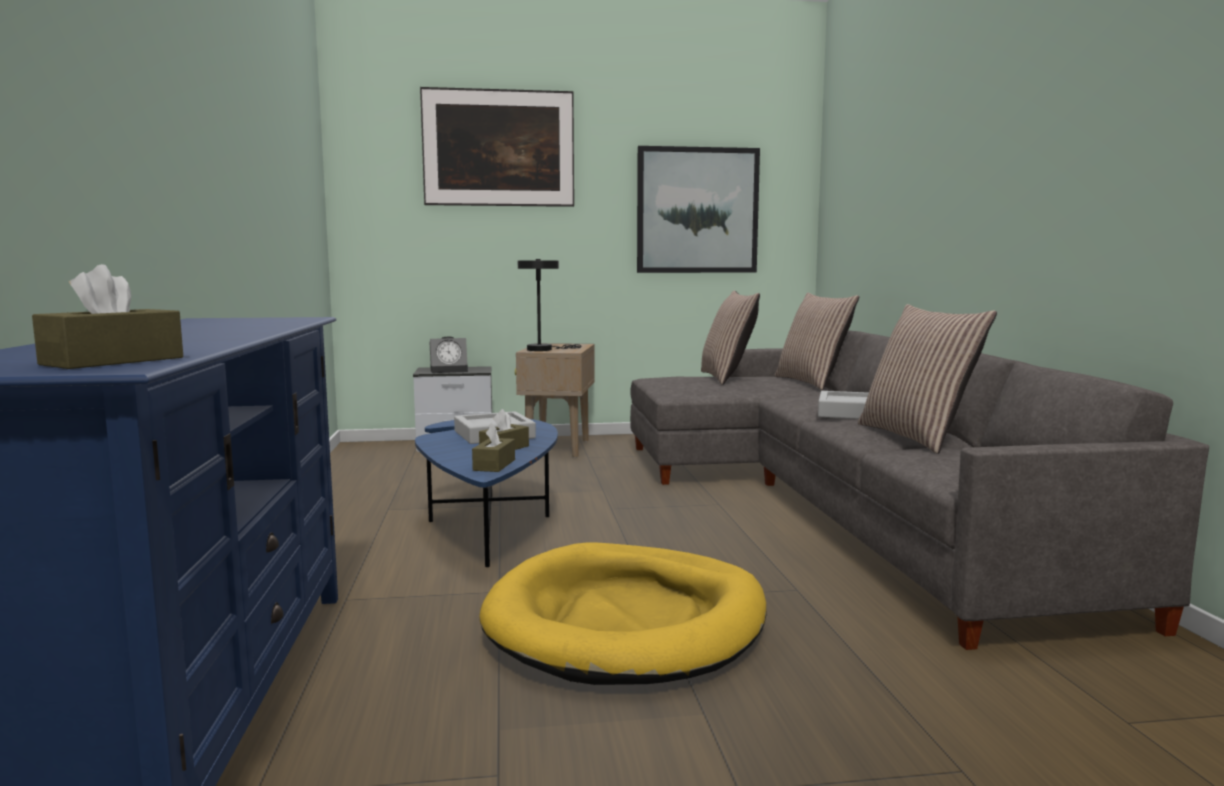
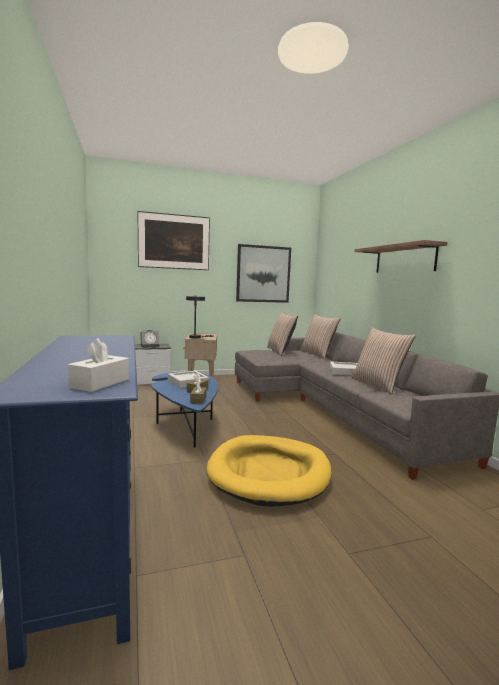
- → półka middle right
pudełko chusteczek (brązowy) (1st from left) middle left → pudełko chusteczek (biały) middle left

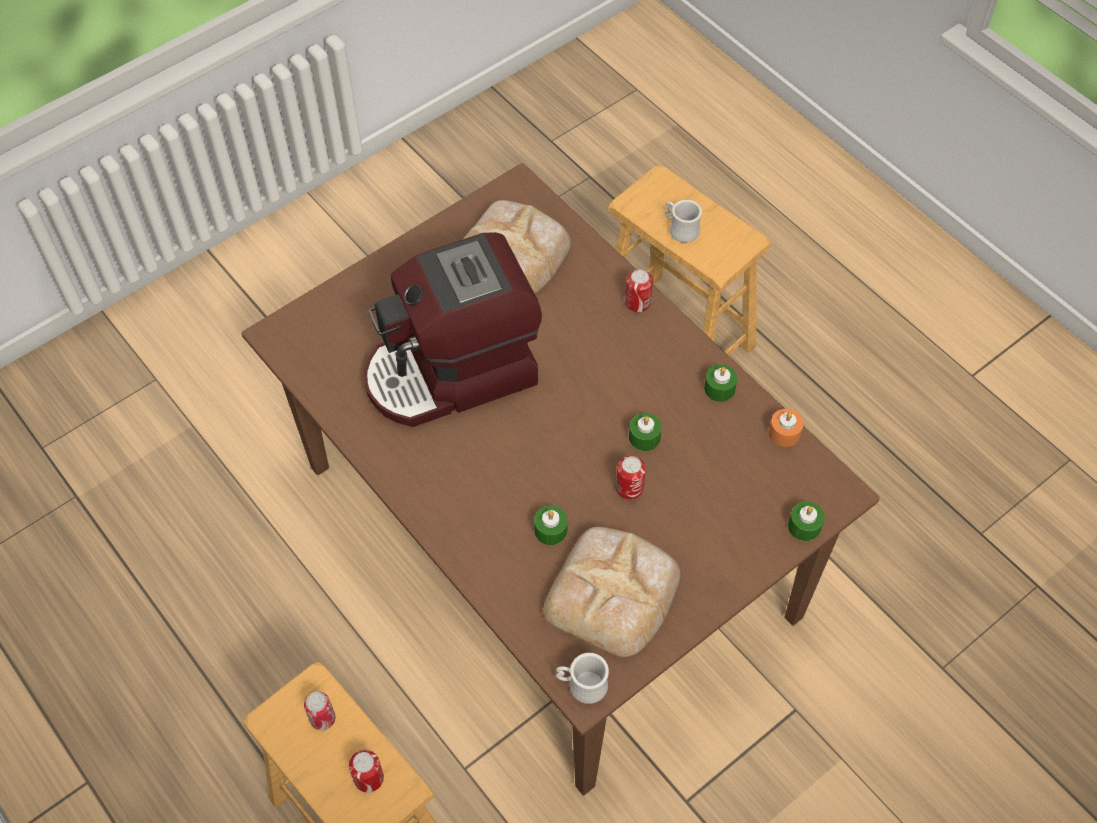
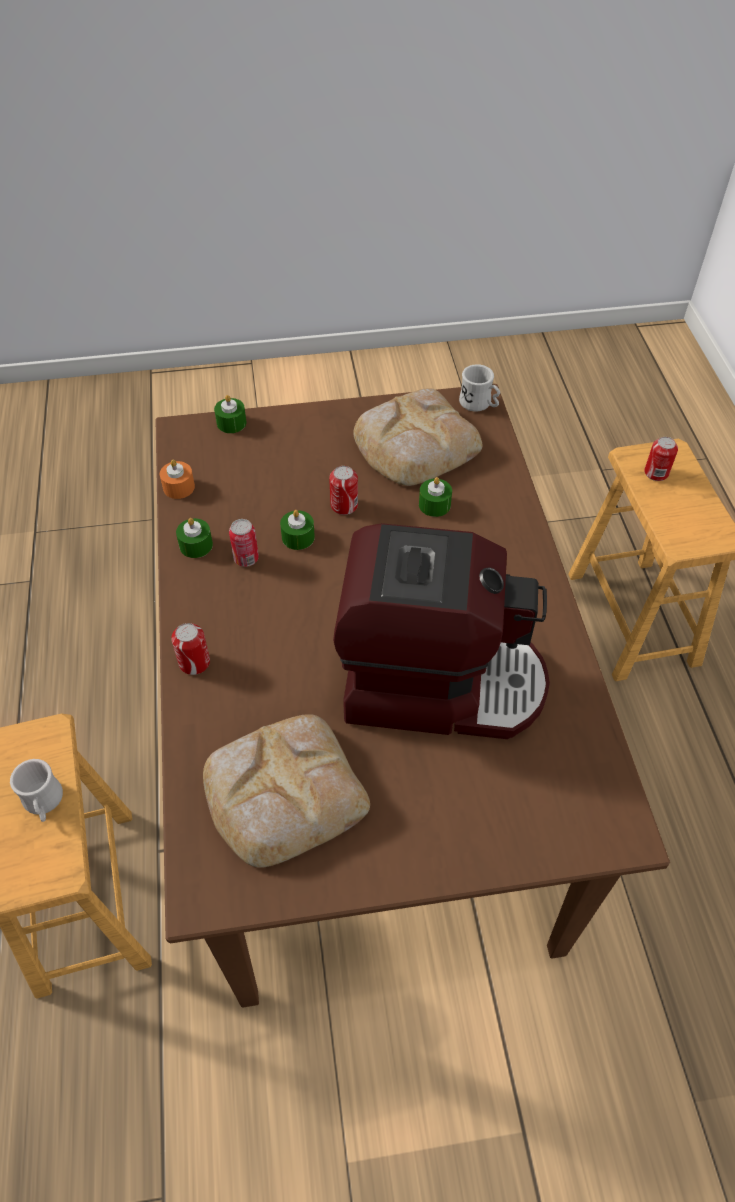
puszka (1st from left in the first image) bottom left → puszka (2nd from left) middle left, move

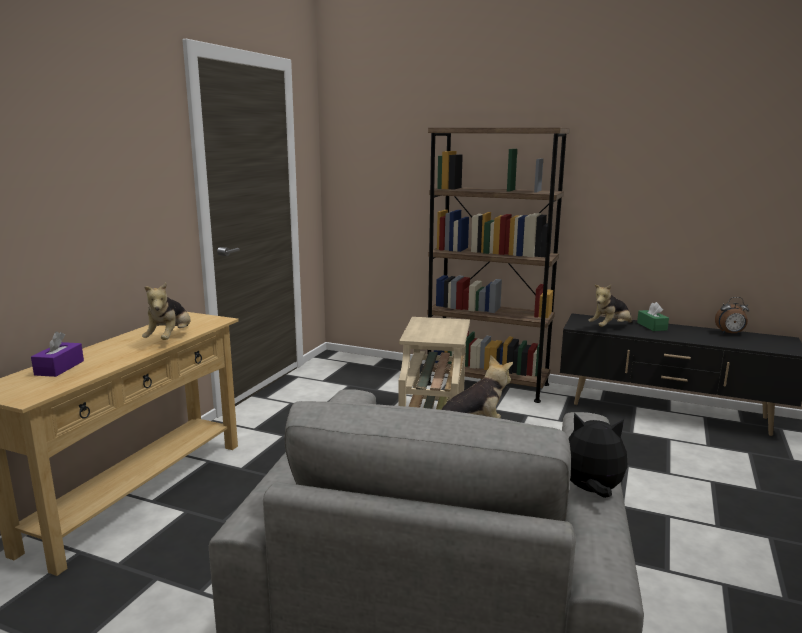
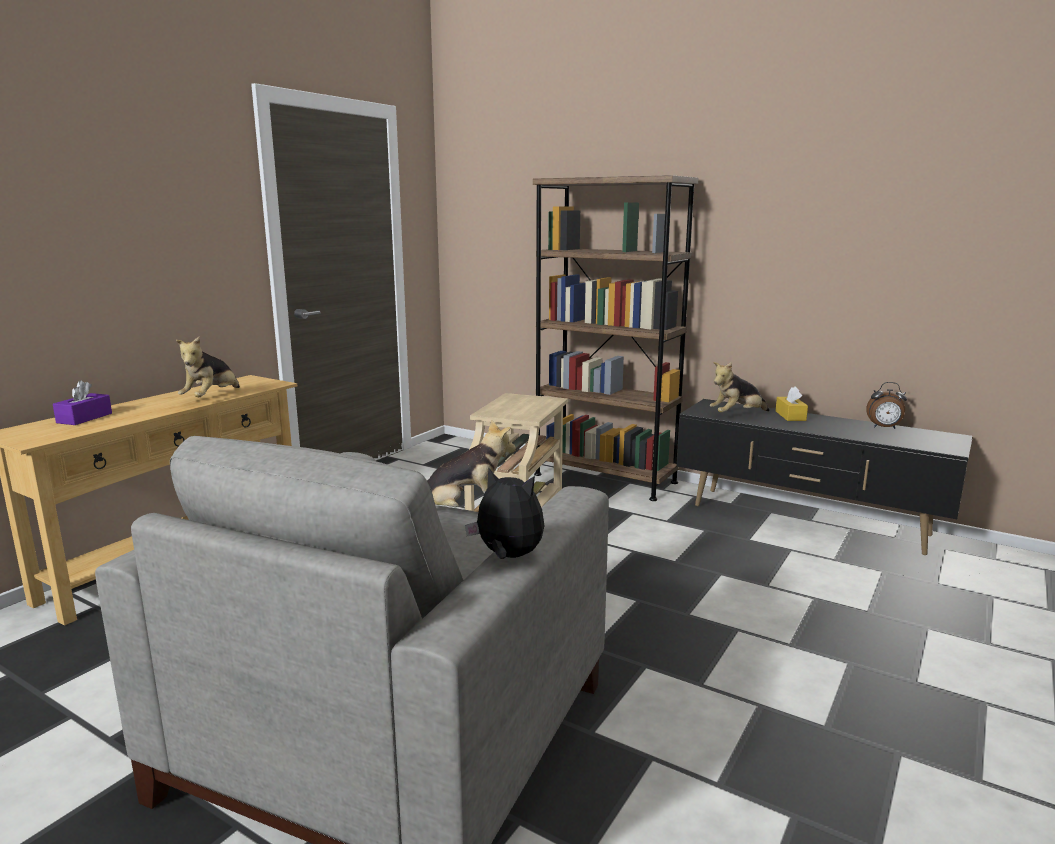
pudełko chusteczek (zielony) middle right → pudełko chusteczek (żółty) middle right

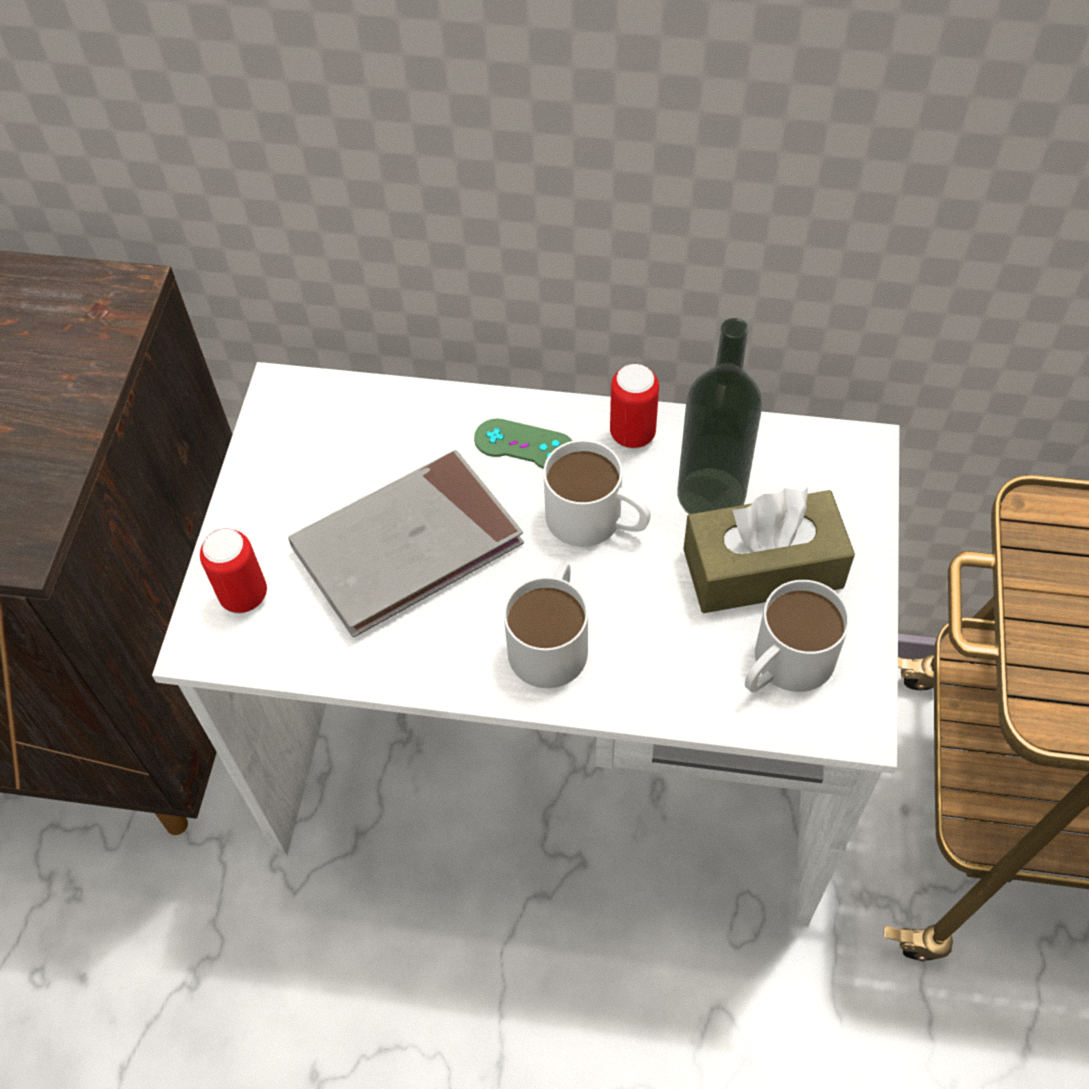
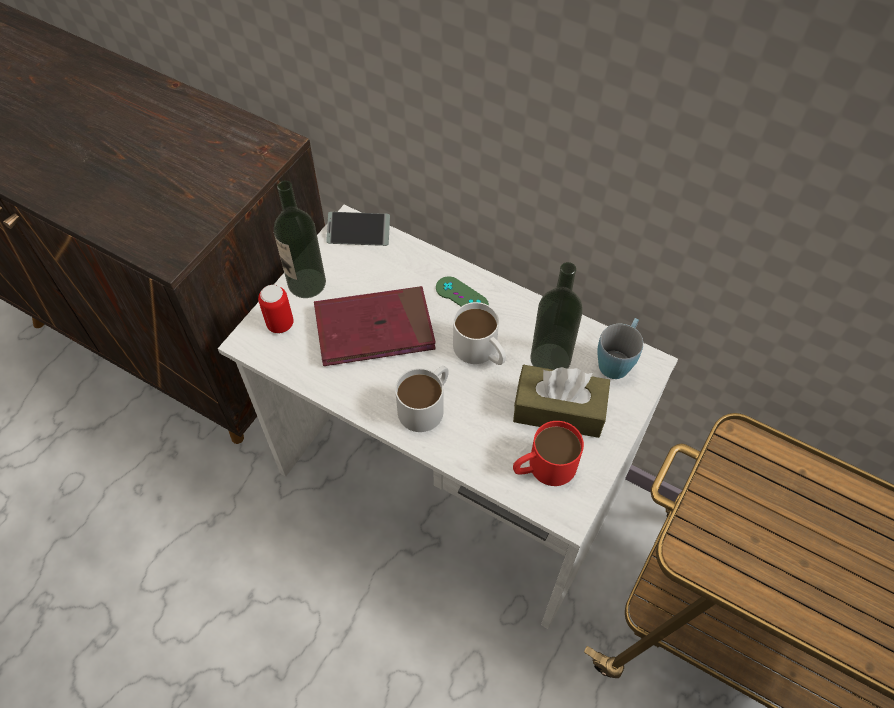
puszka (2nd from left) centre → -
- → butelka (1st from left) centre
- → telefon top centre
- → kubek (niebieski) middle right
książka (szary) centre → książka (czerwony) centre
kubek (biały) (3rd from left) middle right → kubek (czerwony) centre

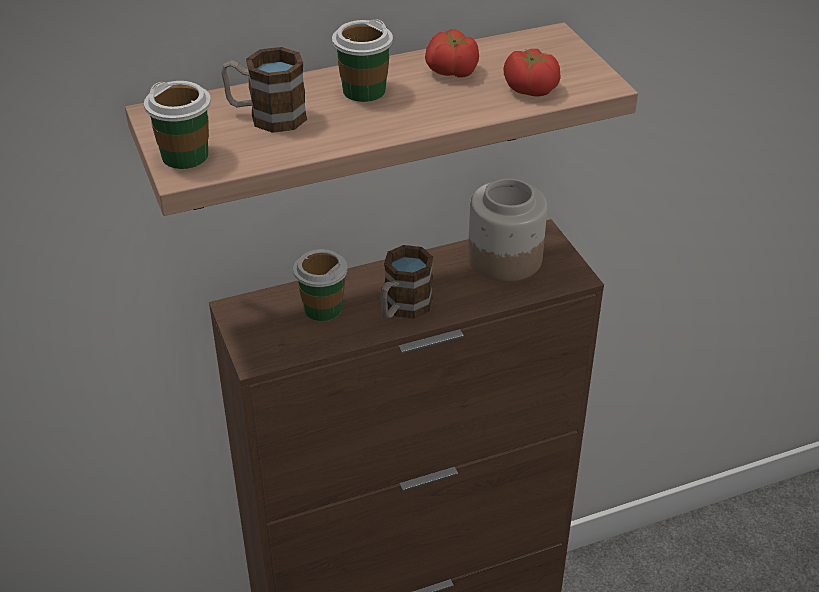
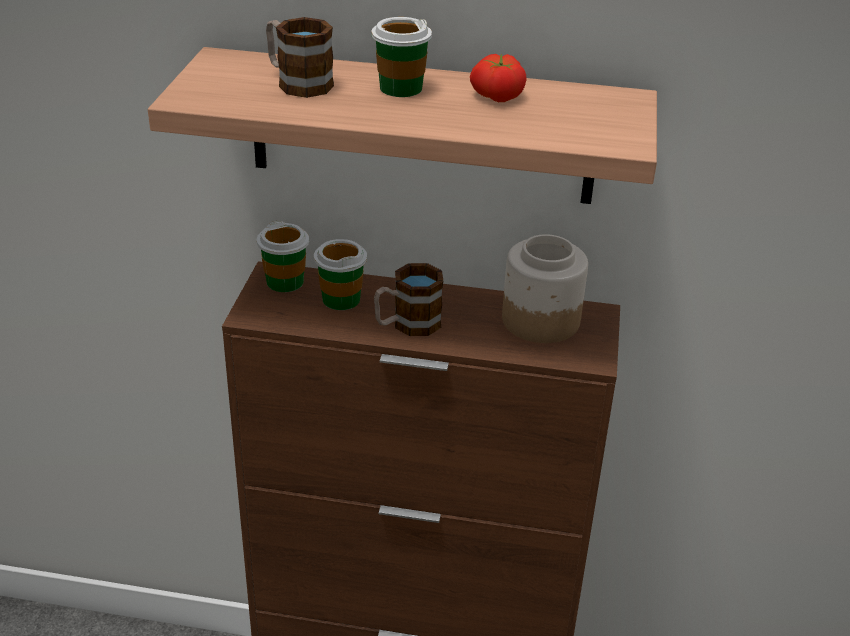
pomidor (2nd from left) top centre → -
filiżanka (1st from left) top left → filiżanka (1st from left) middle left, move

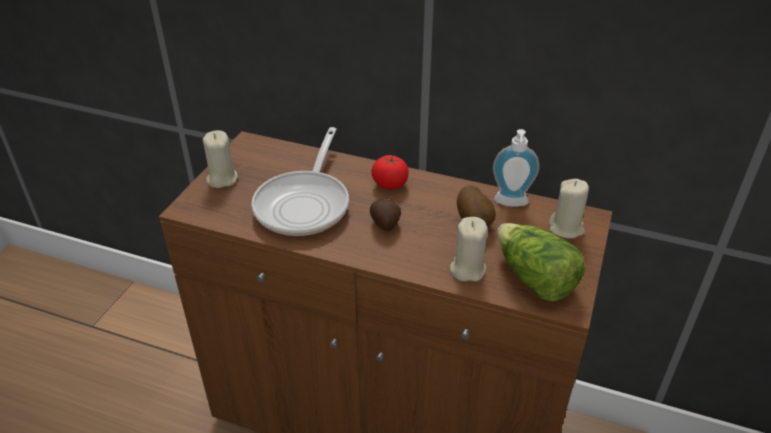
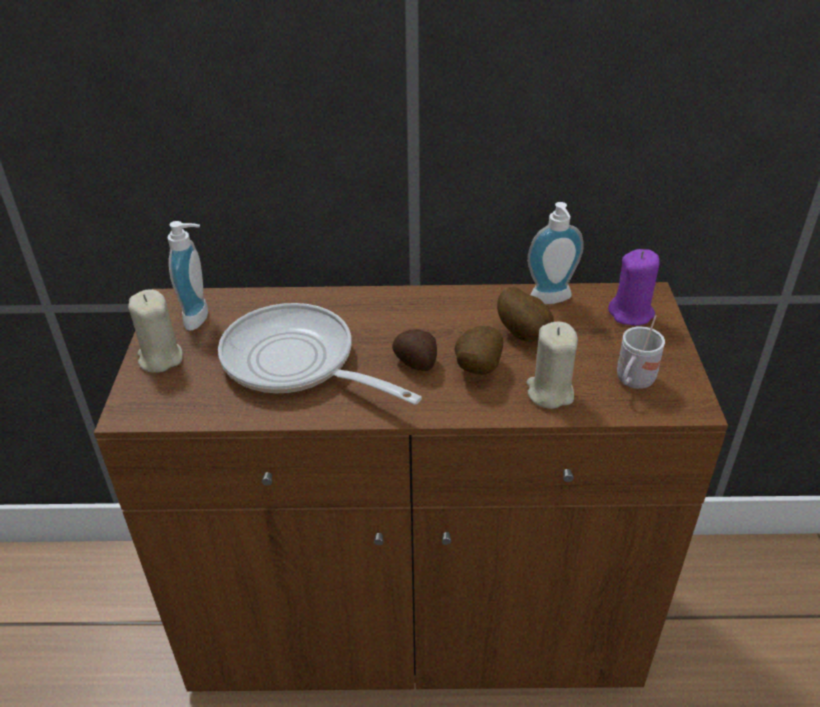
pomidor centre → -
- → dozownik mydła (1st from left) middle left
- → ziemniak (2nd from left) centre
sałata middle right → kubek (biały) middle right
świeca (beżowy) (3rd from left) middle right → świeca (fioletowy) middle right
patelnia centre, 135 degrees clockwise

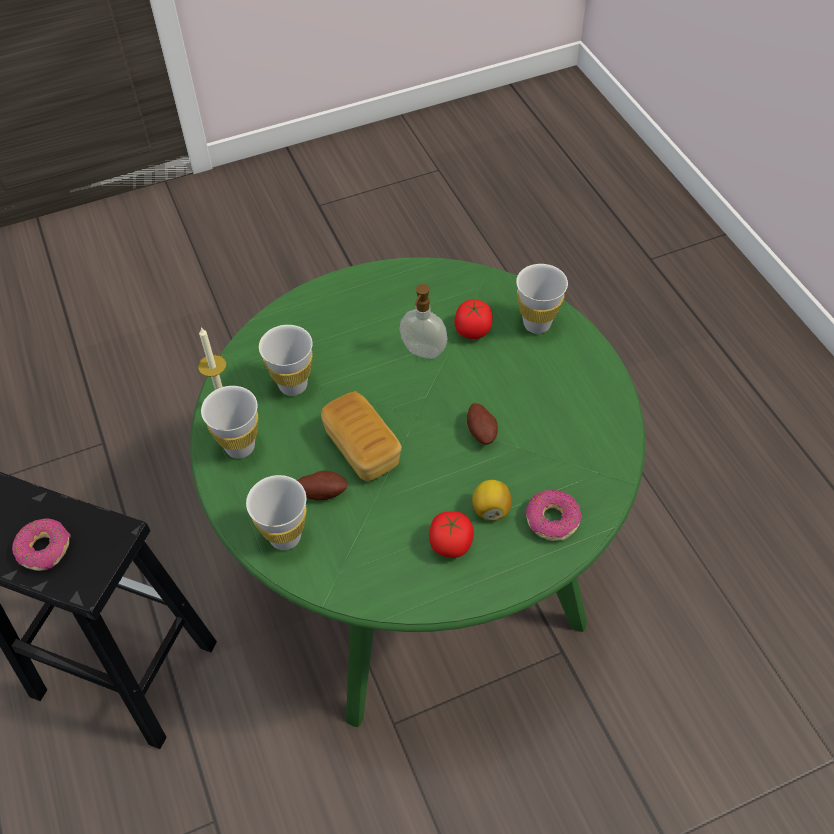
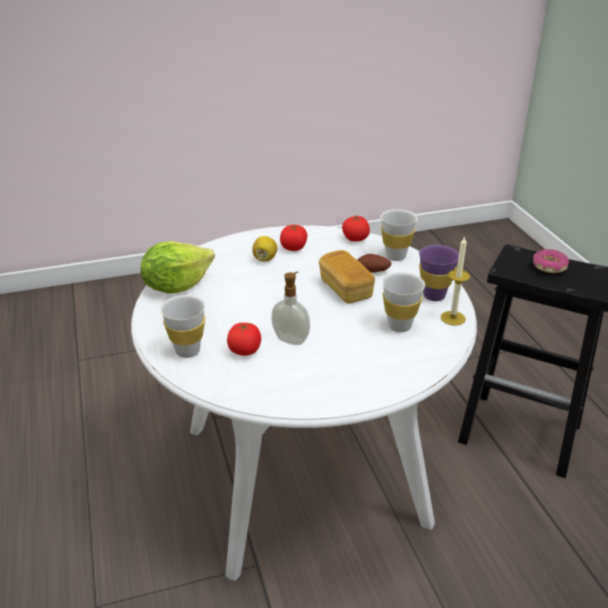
ziemniak (2nd from left) centre → -
donut (2nd from left) centre → -
- → sałata middle left
- → pomidor (3rd from left) centre
stół jadalny (zielony) centre → stół jadalny (biały) centre
filiżanka (biały) (1st from left) middle left → filiżanka (fioletowy) middle right

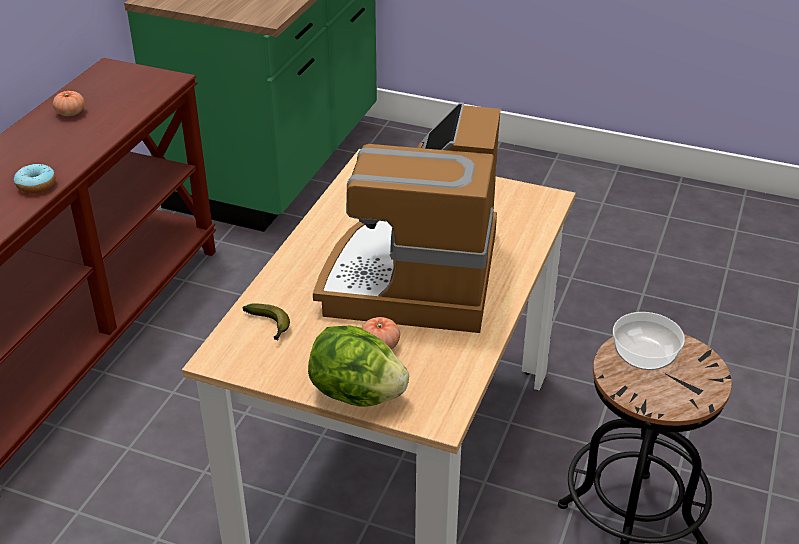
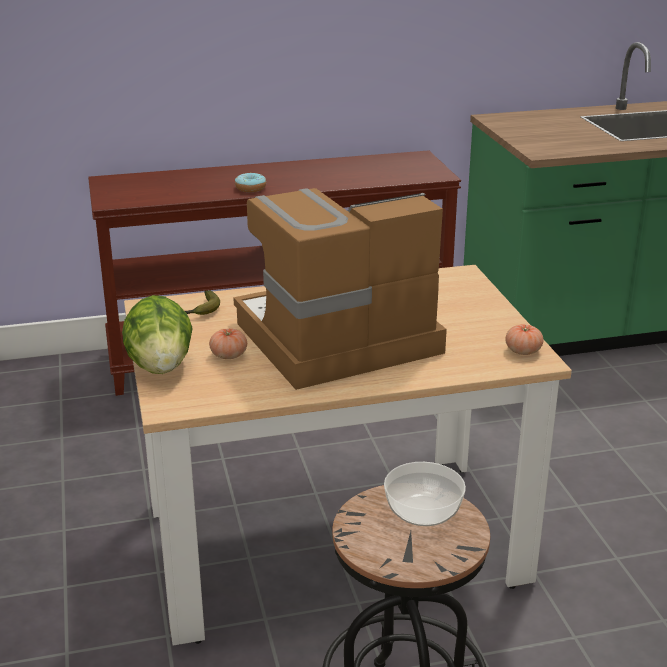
pomidor (1st from left in the first image) top left → pomidor (2nd from left) middle right, move

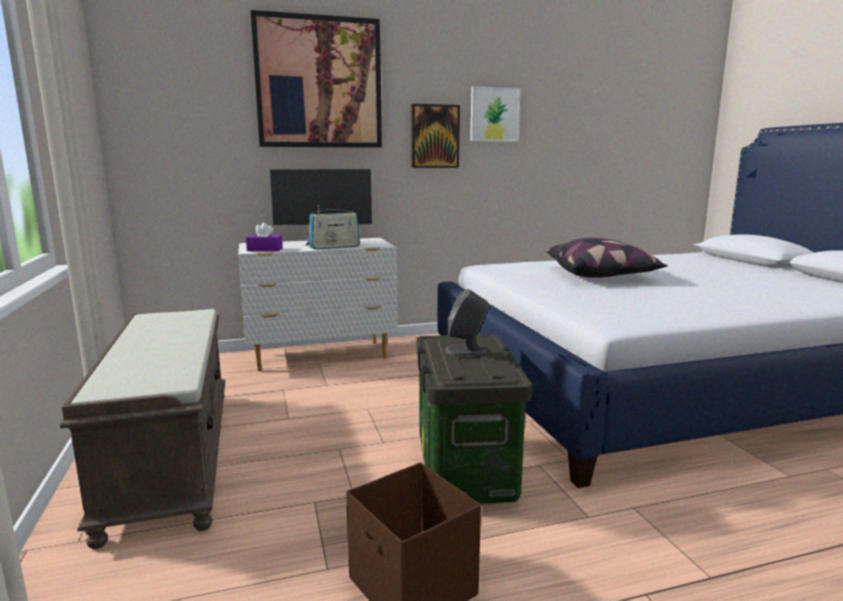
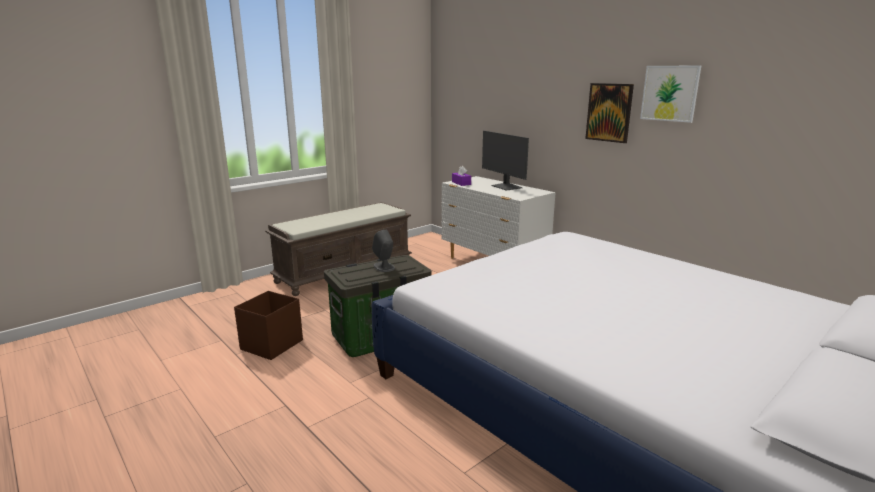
obraz (1st from left) top centre → -
radio centre → -
poduszka middle right → -

